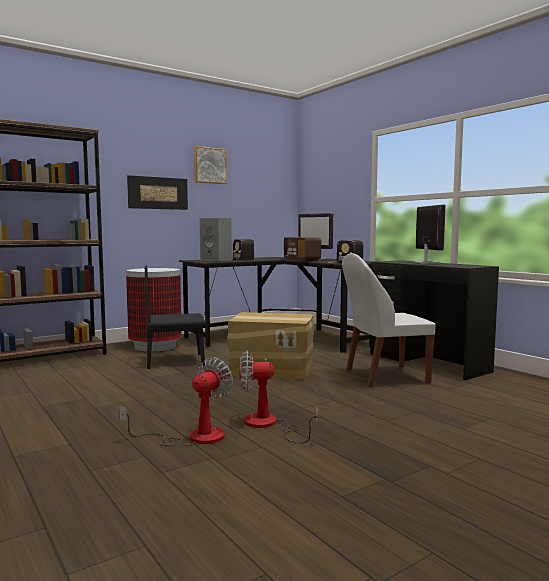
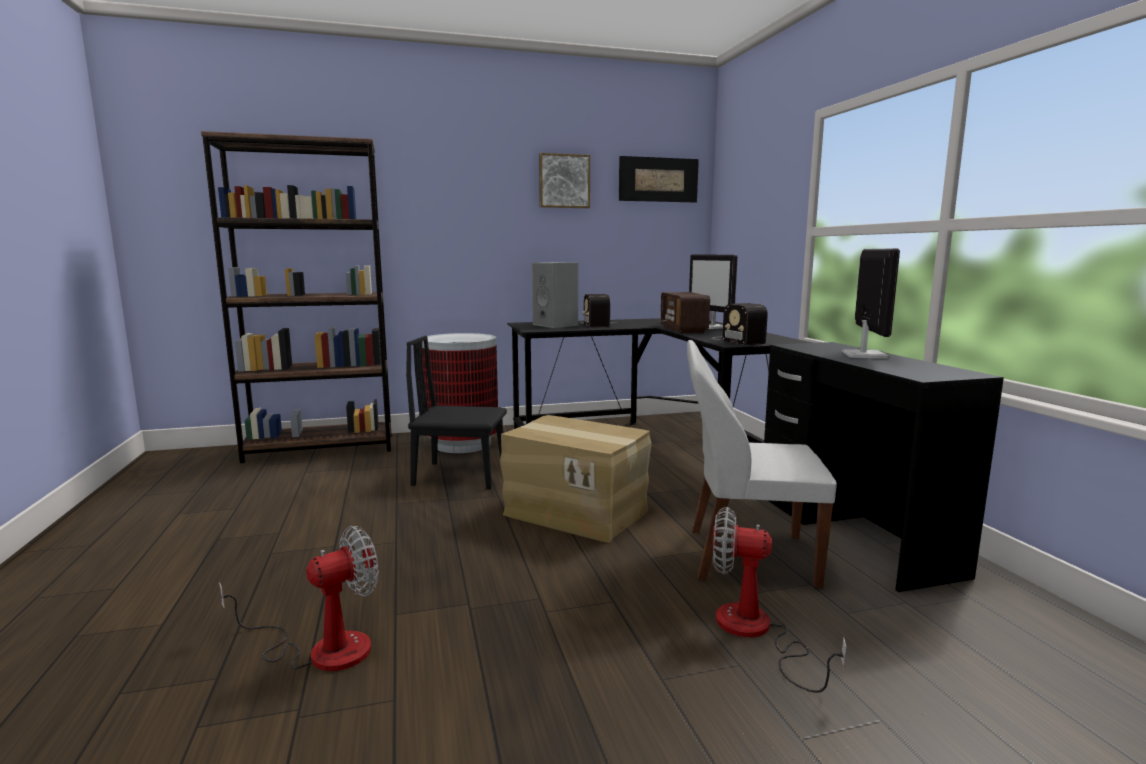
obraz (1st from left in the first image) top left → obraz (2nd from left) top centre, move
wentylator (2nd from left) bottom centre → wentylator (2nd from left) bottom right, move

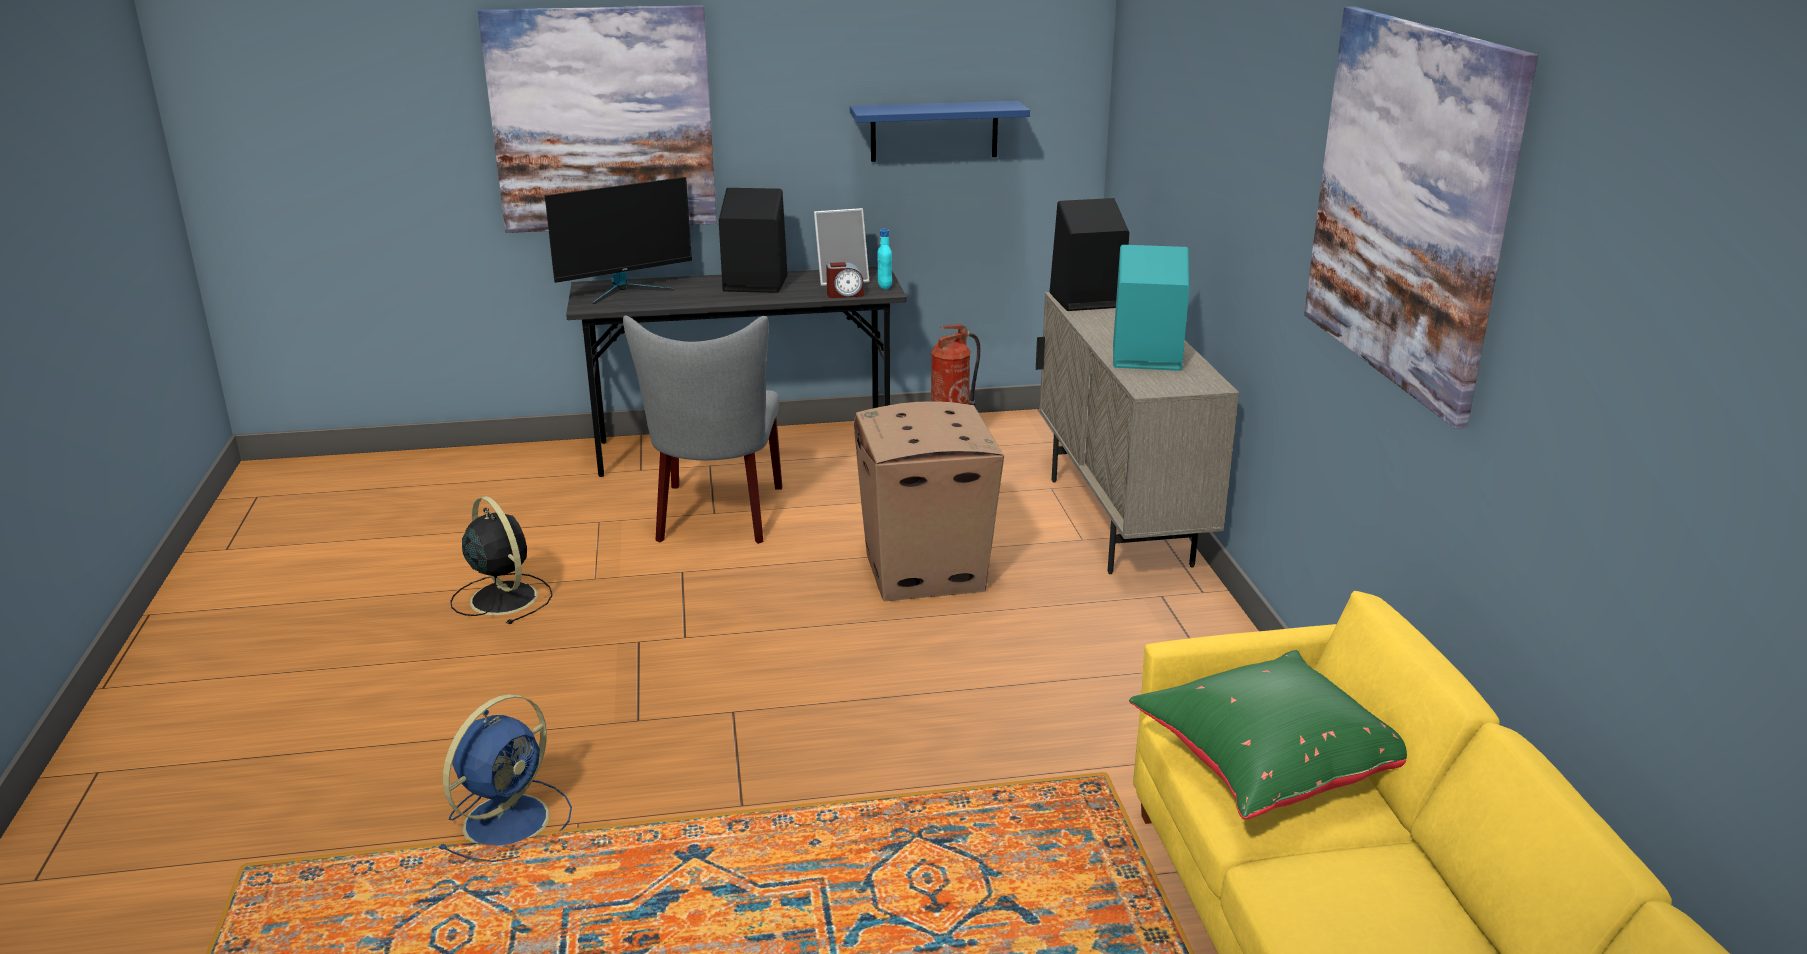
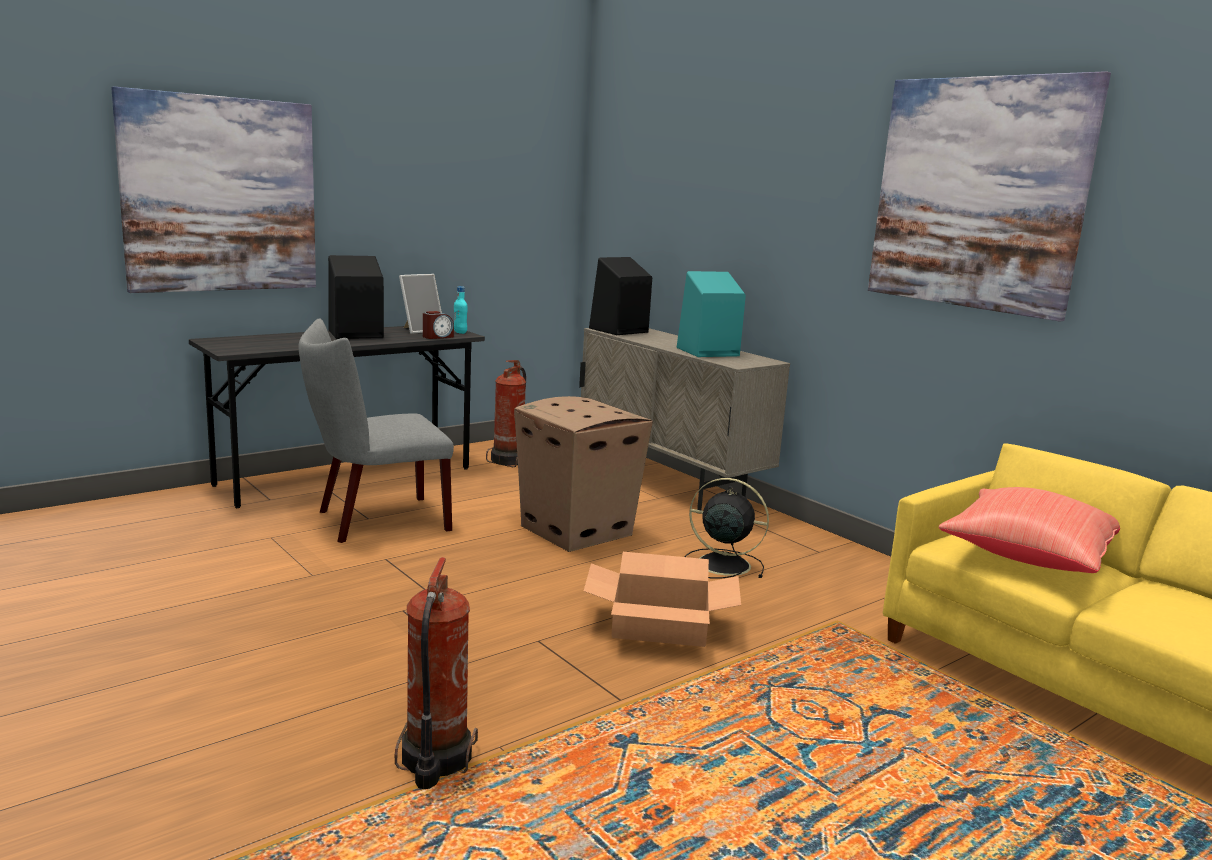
monitor top centre → -
półka (niebieski) top centre → -
- → karton (2nd from left) bottom centre
wentylator (czarny) middle left → wentylator (czarny) centre, move
wentylator (niebieski) bottom left → gaśnica (1st from left) bottom centre
poduszka (zielony) bottom right → poduszka (czerwony) middle right
krzesło (szary) centre → krzesło (szary) middle left, 90 degrees clockwise

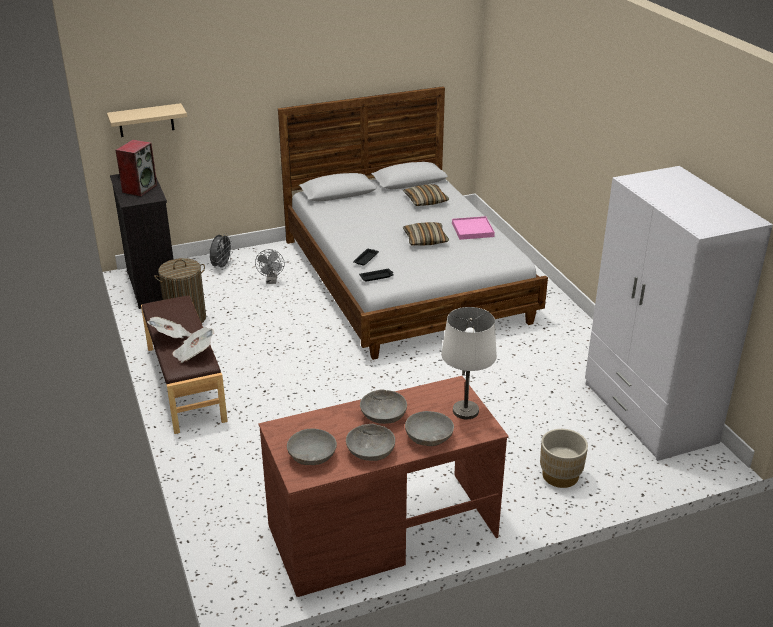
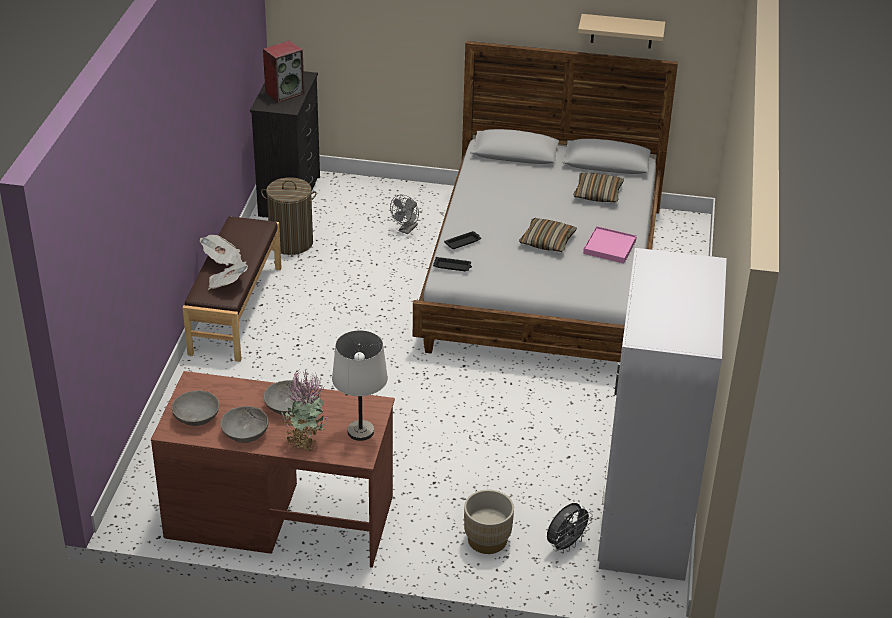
półka (beżowy) top left → półka (beżowy) top right, move
wentylator (szary) (1st from left in the first image) middle left → wentylator (szary) (2nd from left) bottom centre, move
miska (szary) (4th from left) bottom centre → roślina doniczkowa centre

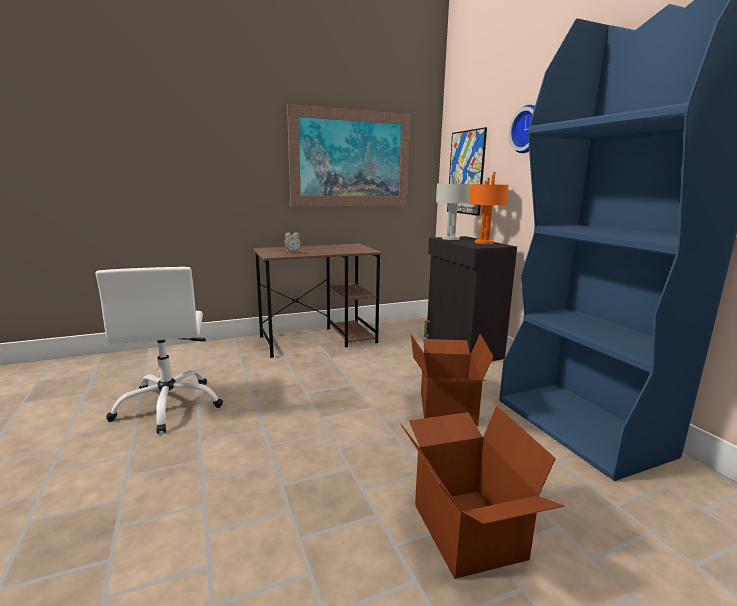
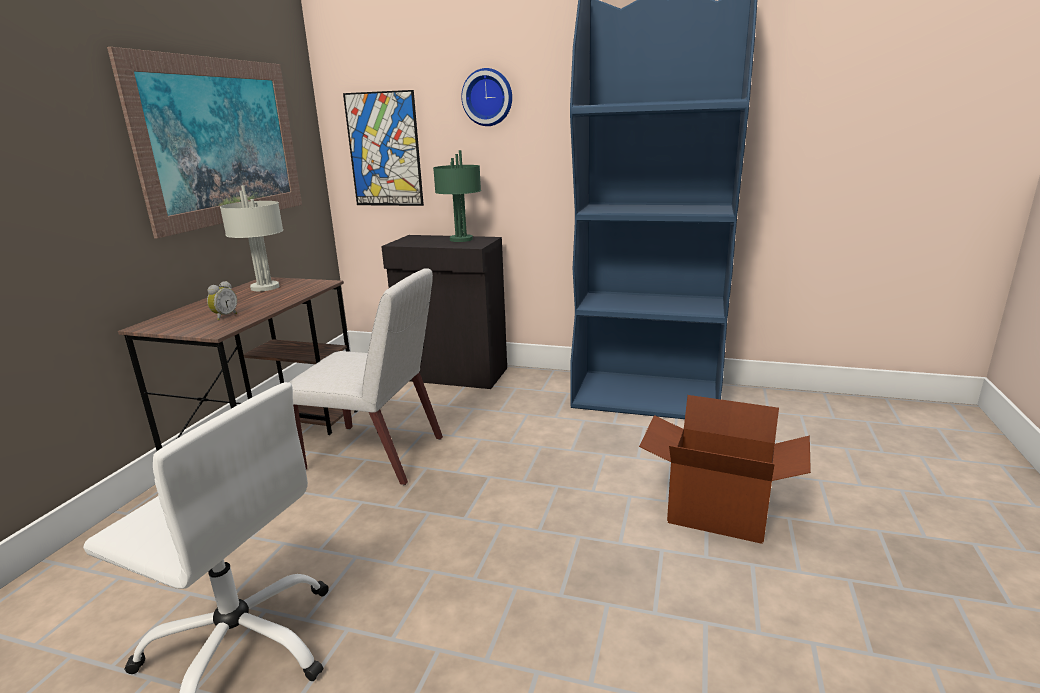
karton (1st from left) centre → -
- → krzesło (biały) centre
lampa stołowa (szary) centre → lampa stołowa (szary) middle left, move
lampa stołowa (pomarańczowy) centre → lampa stołowa (zielony) top centre

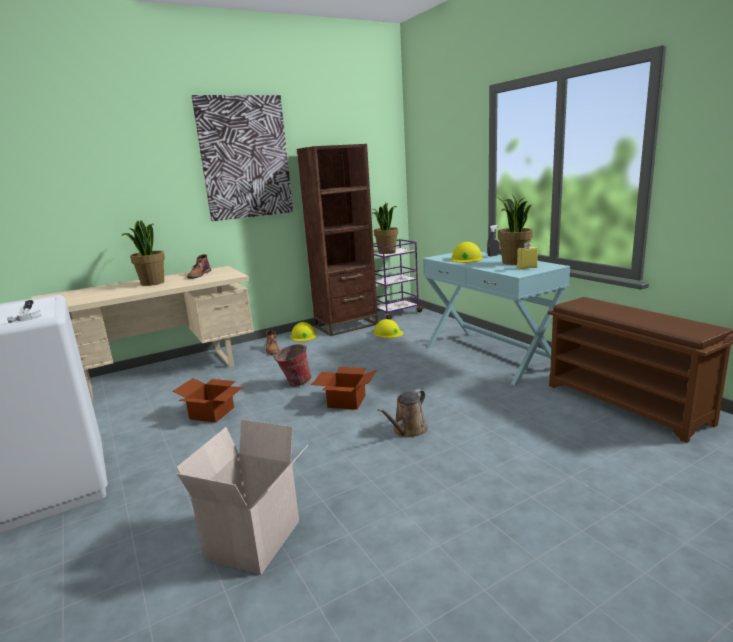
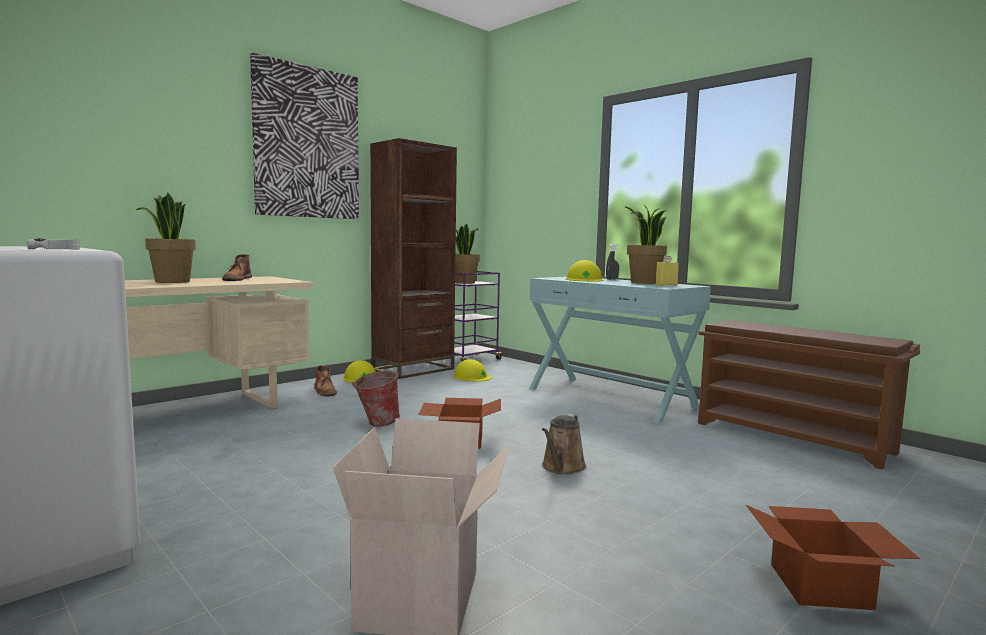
karton (1st from left in the first image) middle left → karton (3rd from left) bottom right, move

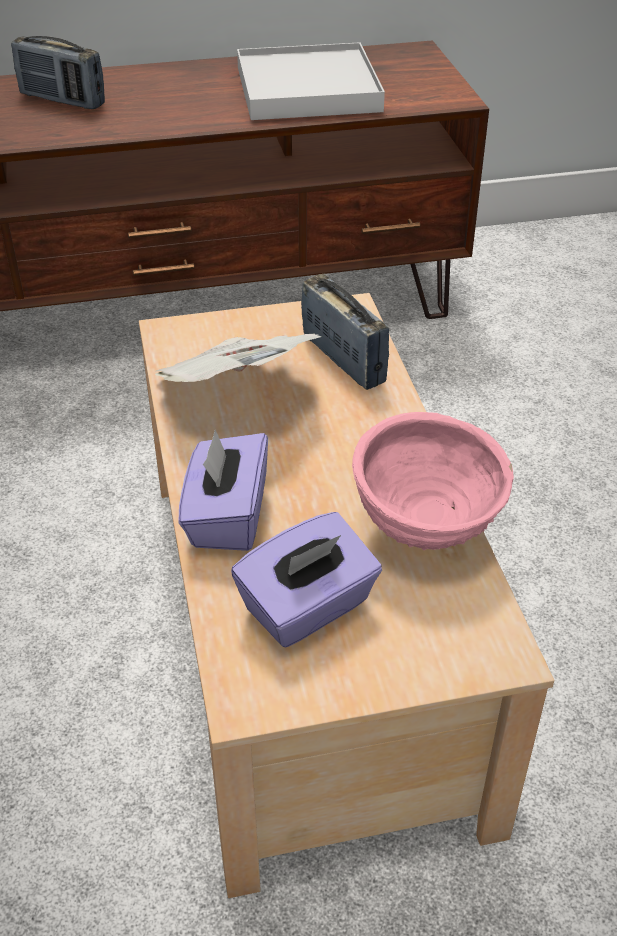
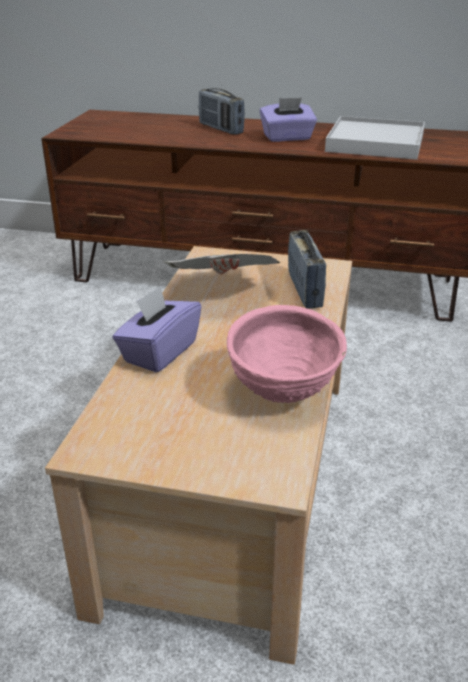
pudełko chusteczek (fioletowy) (2nd from left) centre → pudełko chusteczek (fioletowy) (2nd from left) top centre, move

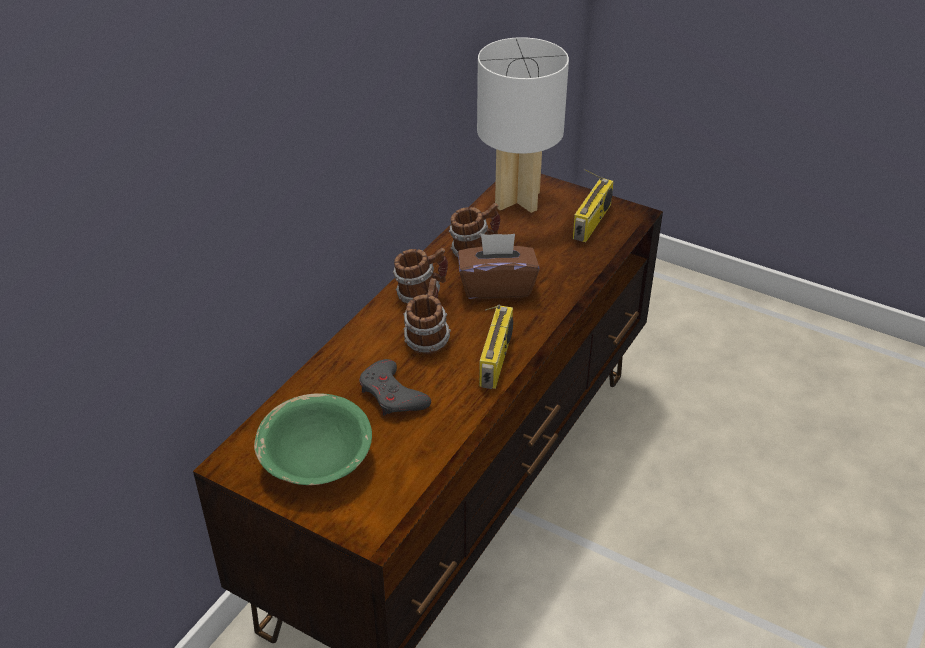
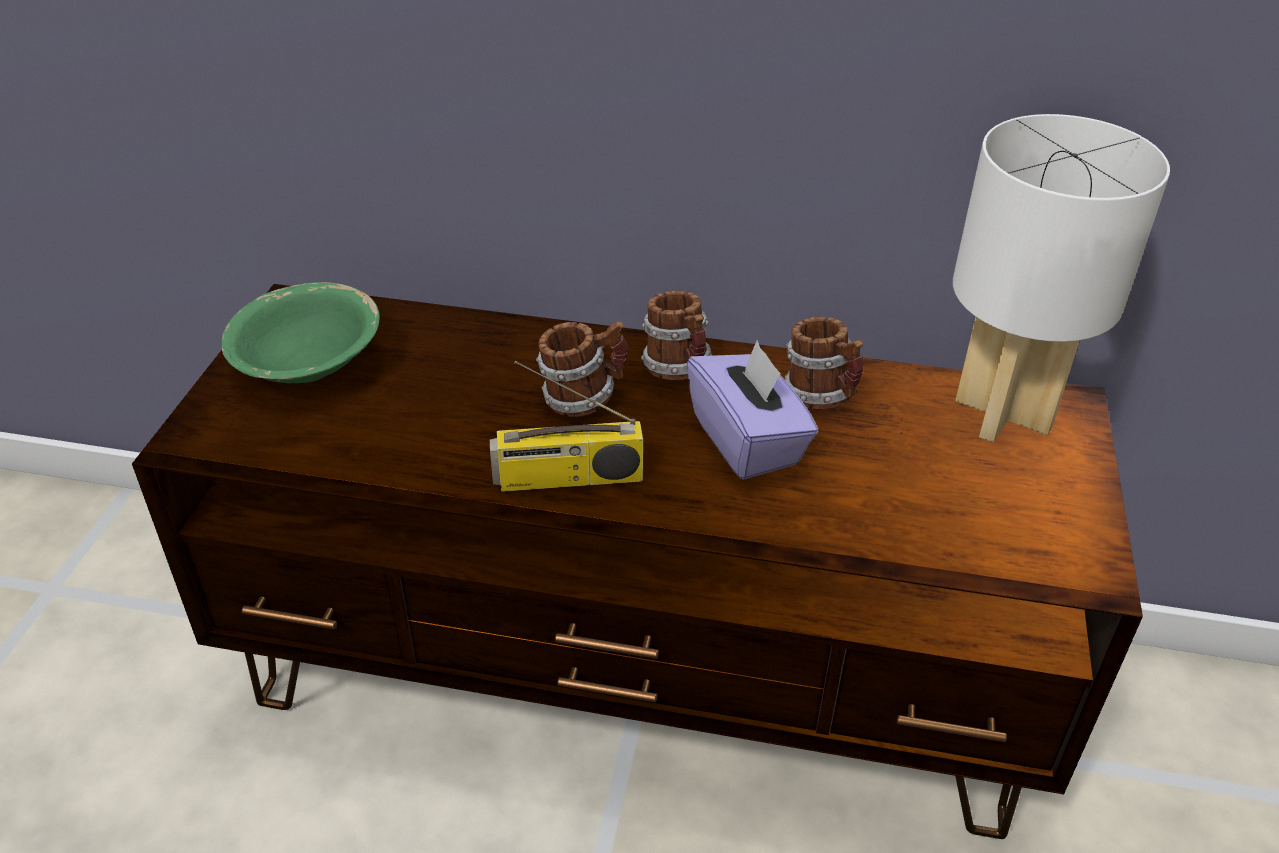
pad do gier (szary) centre → -
radio (2nd from left) top centre → -
pudełko chusteczek (brązowy) centre → pudełko chusteczek (fioletowy) centre

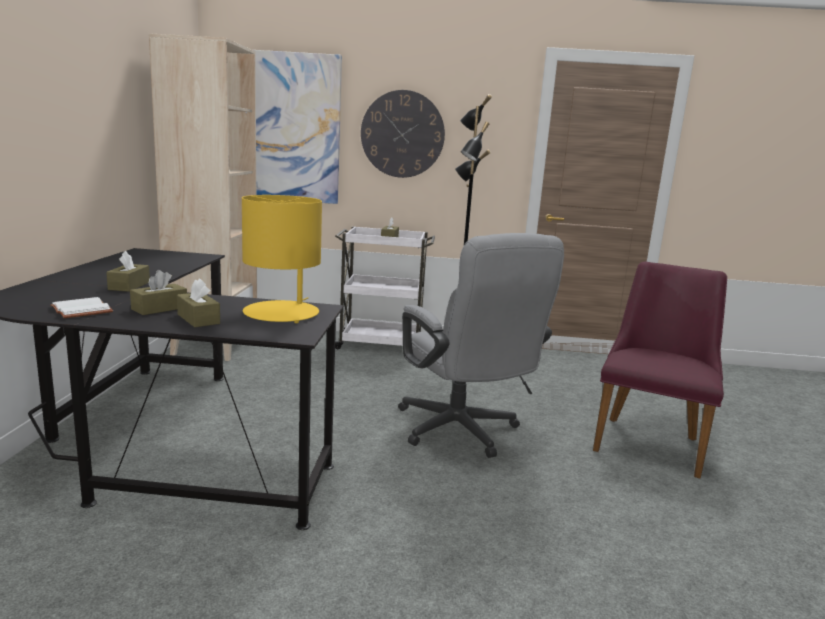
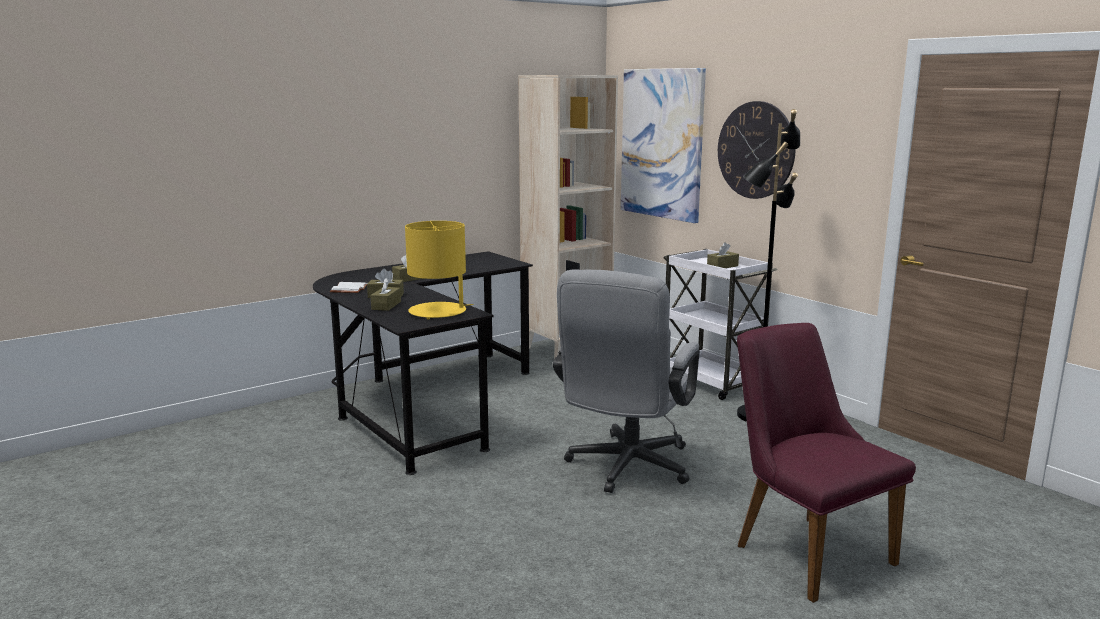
krzesło (fioletowy) middle right → krzesło (fioletowy) bottom right, 105 degrees counterclockwise

